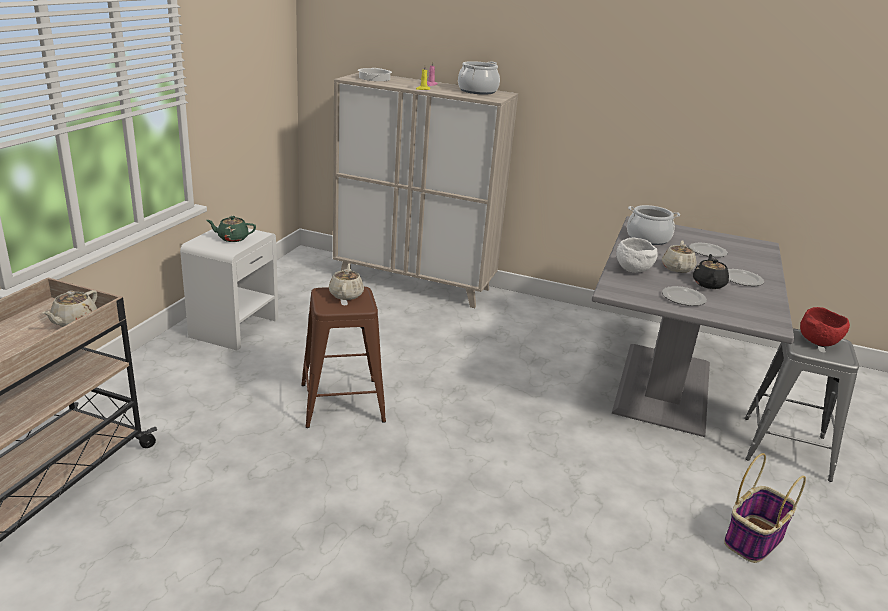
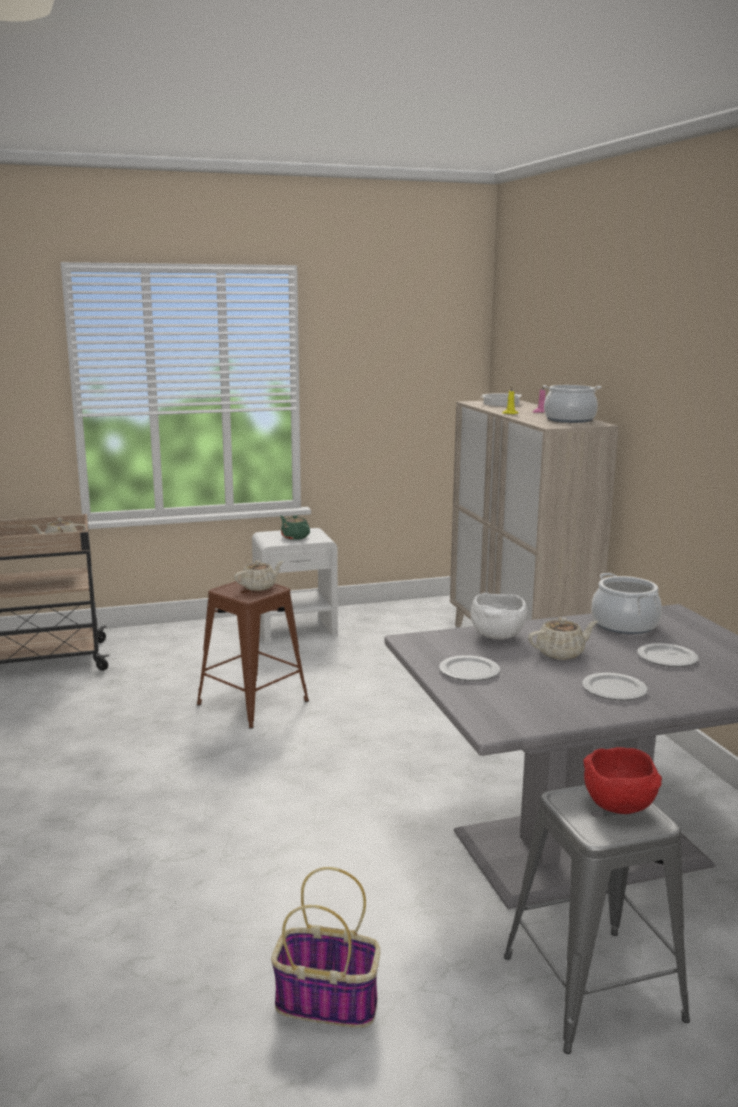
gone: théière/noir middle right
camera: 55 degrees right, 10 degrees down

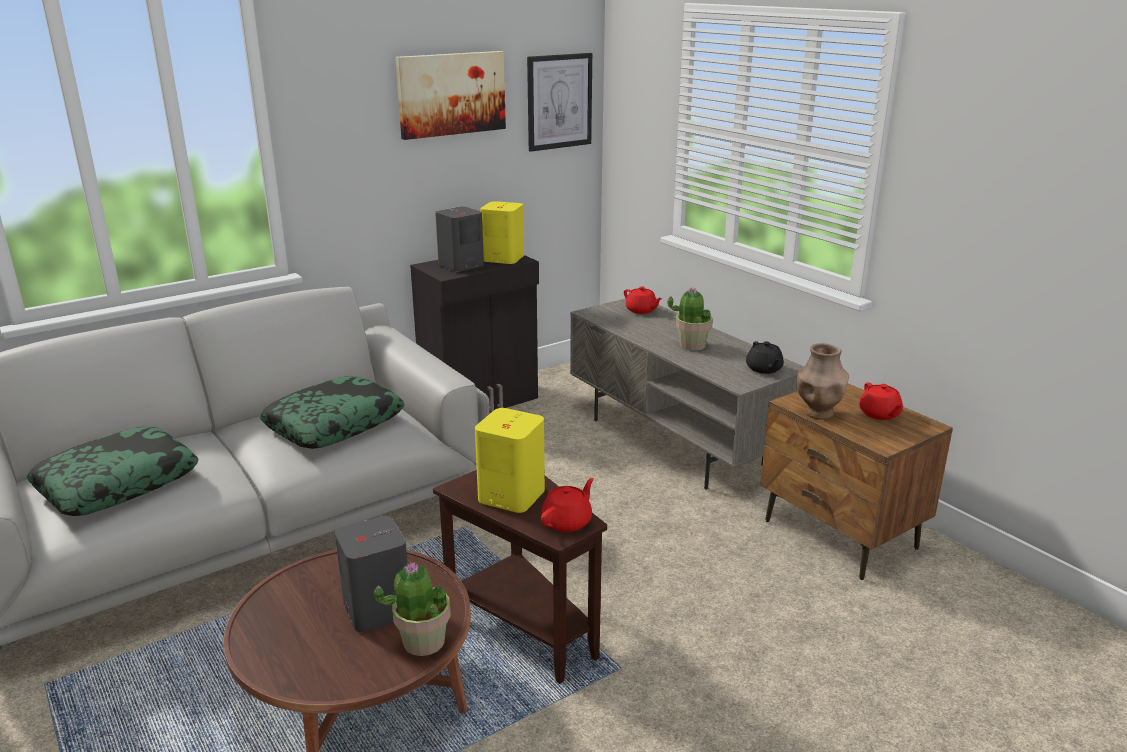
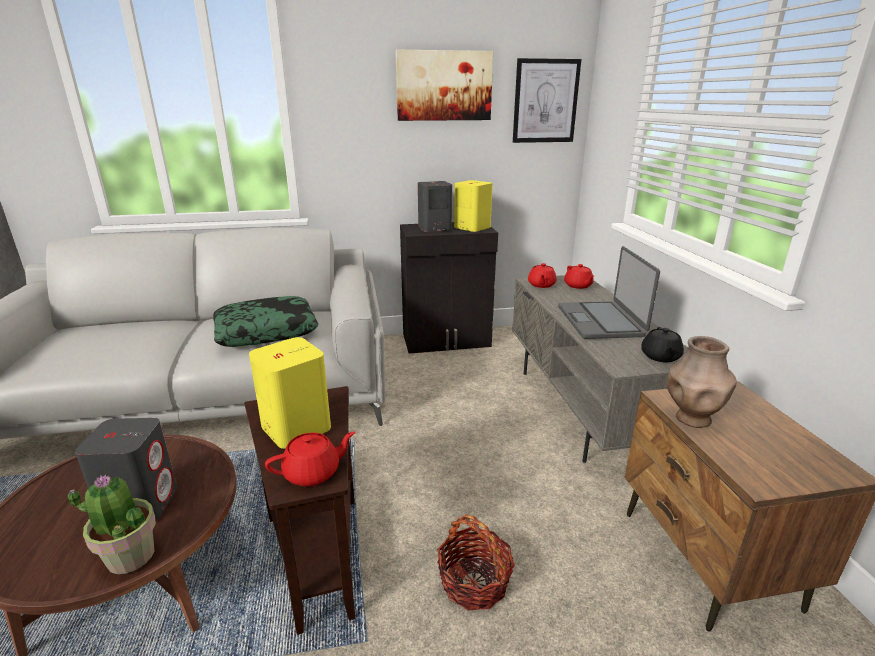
gone: coussin (no. 1 from left) middle left
new: panier bottom centre
shifted: théière/rouge (no. 3 from left in the first image) middle right to théière/rouge (no. 2 from left) centre
swapped: plante en pot (no. 2 from left) centre to ordinateur portable middle right
camera: 25 degrees right, 0 degrees up

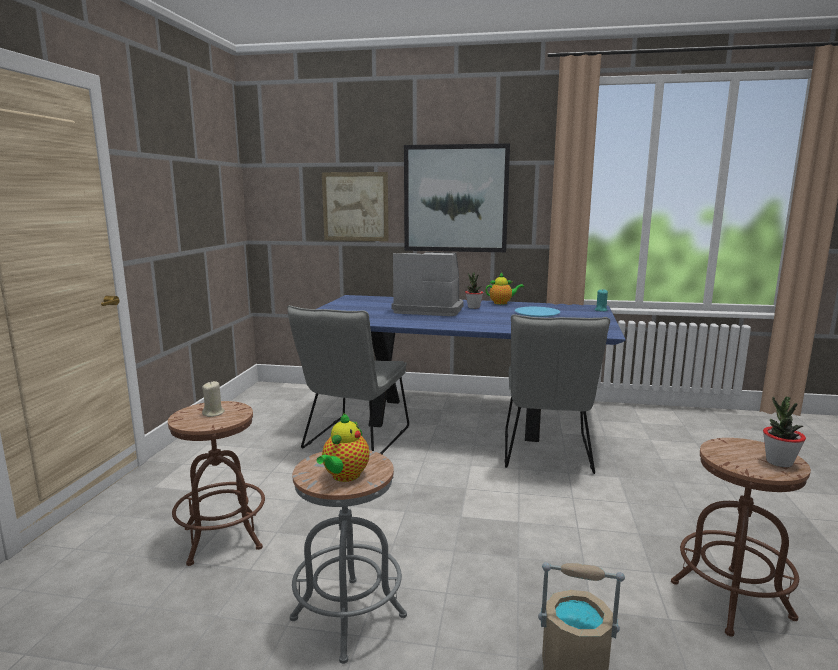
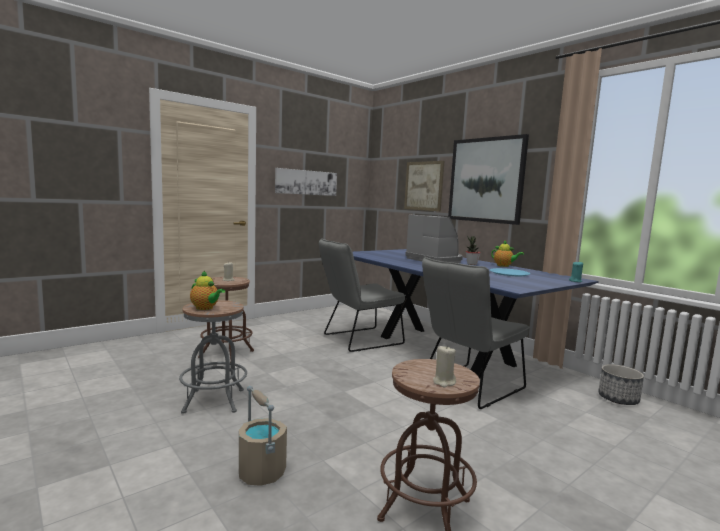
new: tableau (no. 1 from left) centre; cache-pot bottom right
swapped: plante en pot (no. 2 from left) middle right to bougie/beige (no. 2 from left) bottom centre
rotated: théière (no. 1 from left) bottom centre = middle left 120 degrees counterclockwise
camera: 40 degrees right, 5 degrees down

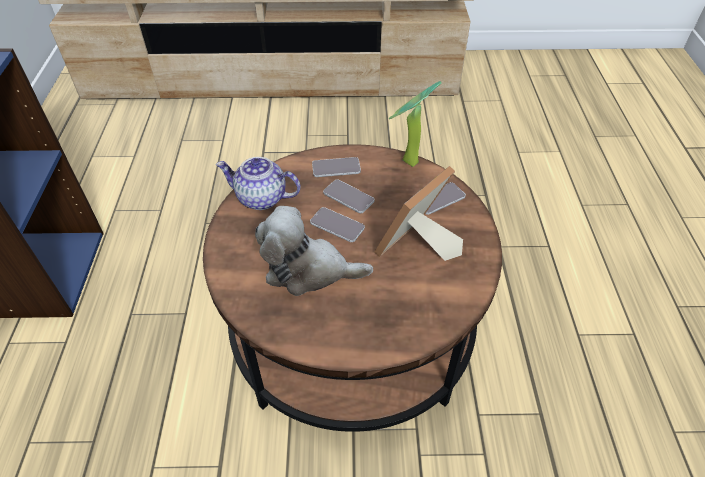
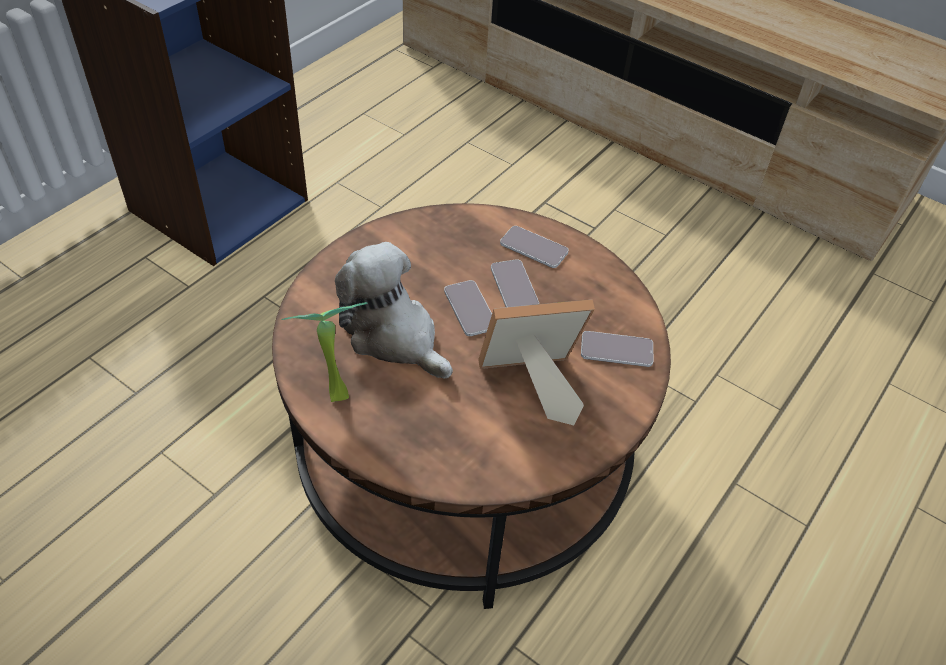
gone: théière centre
shifted: plante en pot top centre to centre
camera: 35 degrees right, 0 degrees up

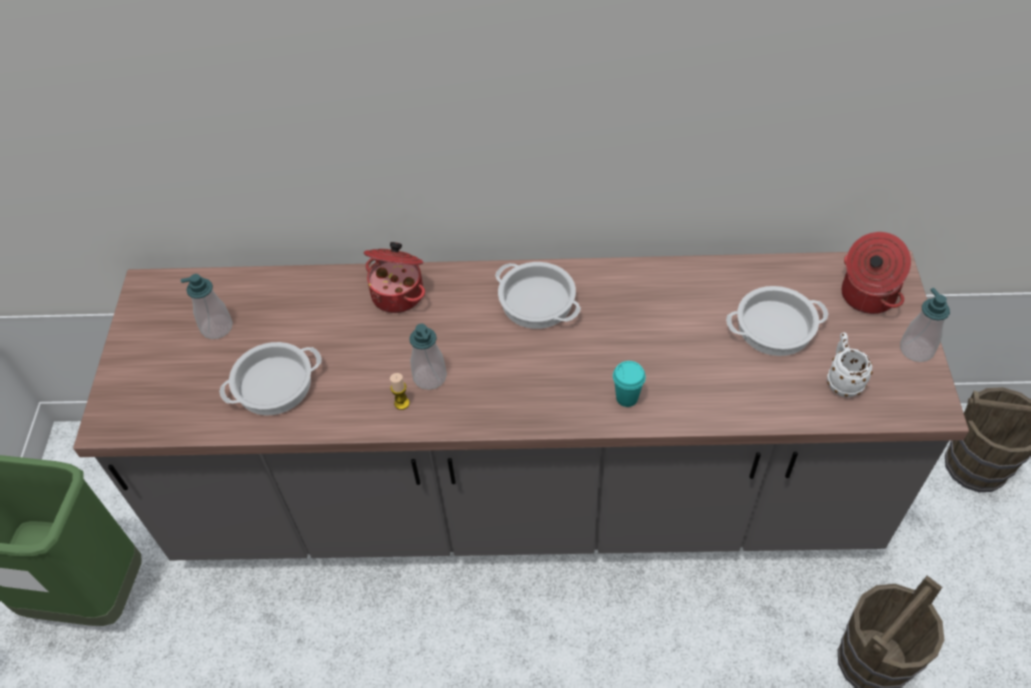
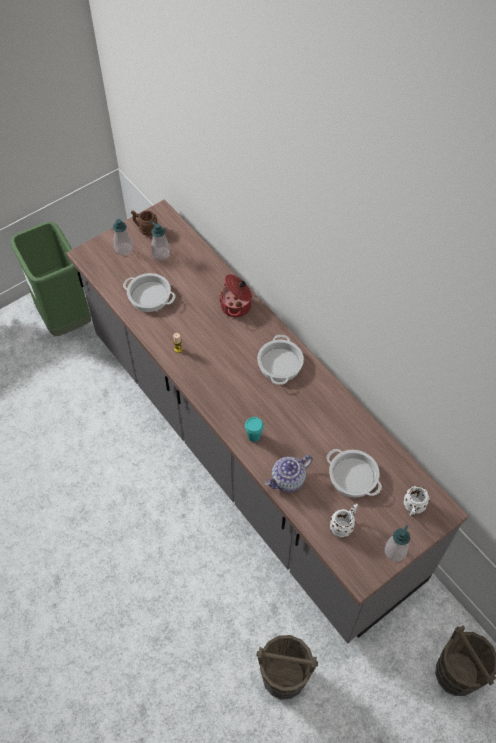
new: mug/marron top left; théière centre
shifted: distributeur de savon (no. 2 from left in the first image) centre to distributeur de savon (no. 1 from left) top left
swapped: marmite (no. 5 from left) middle right to mug/blanc (no. 2 from left) bottom right
camera: 50 degrees right, 5 degrees up

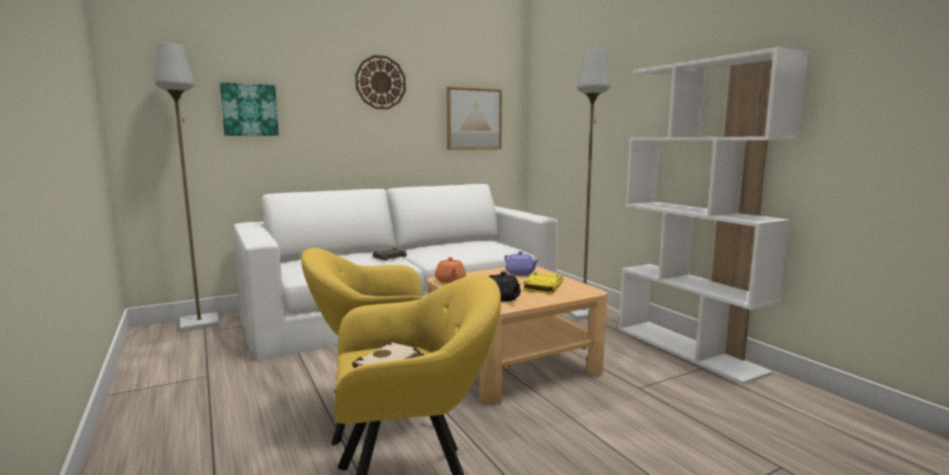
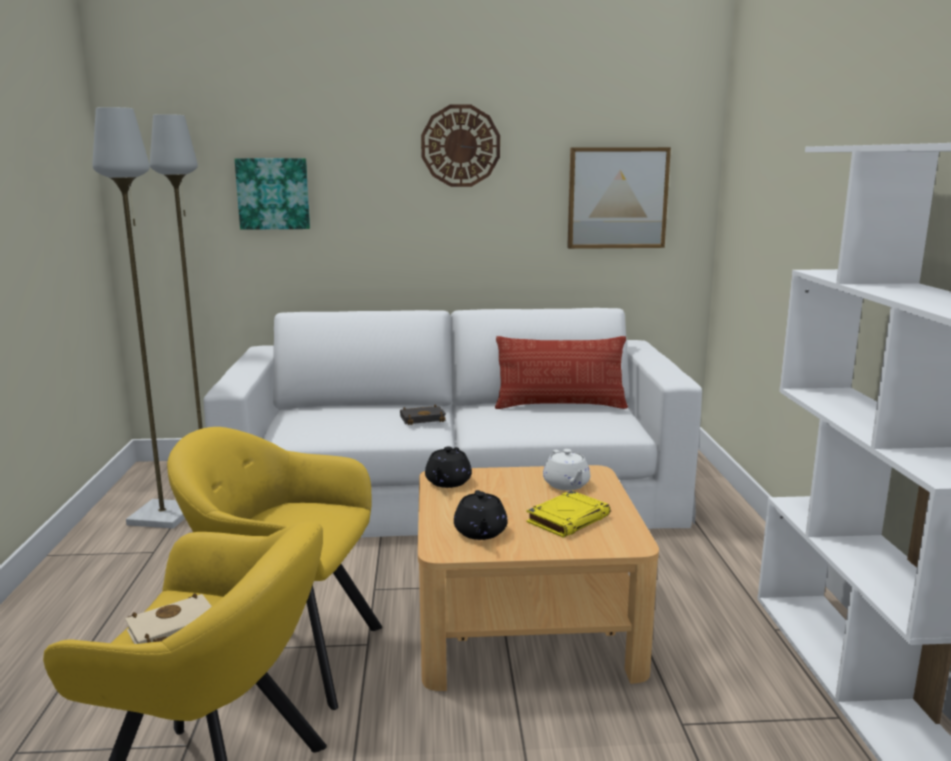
new: coussin centre
shifted: lampadaire/gris (no. 2 from left in the first image) centre to lampadaire/gris (no. 1 from left) middle left
repainted: théière/violet centre to théière/blanc centre; théière/orange centre to théière/noir (no. 1 from left) centre
camera: 25 degrees right, 5 degrees up

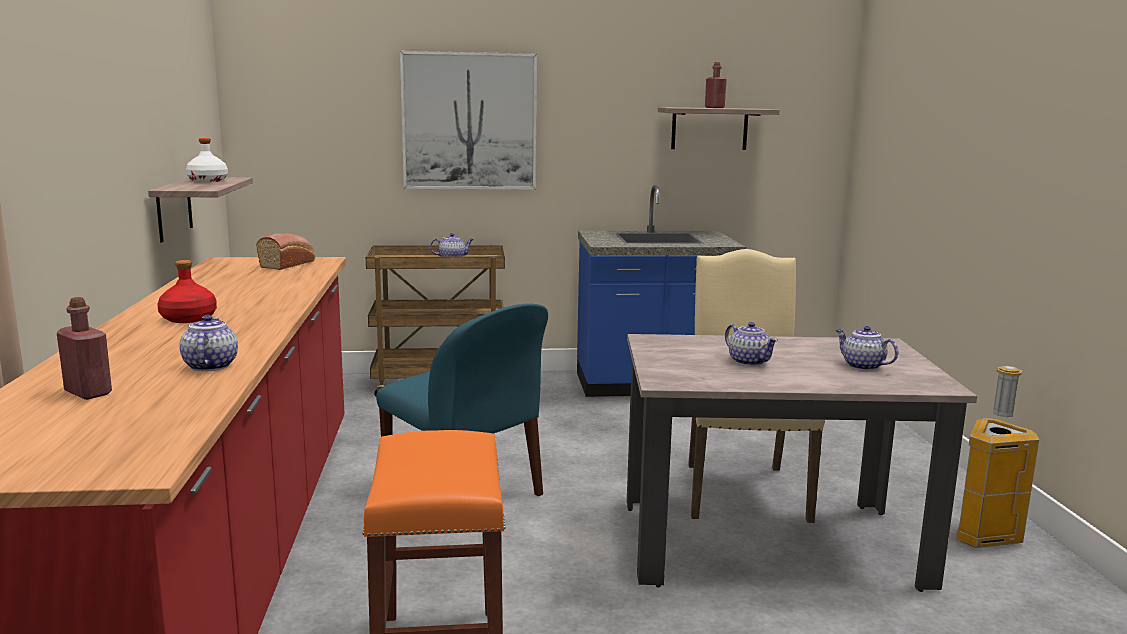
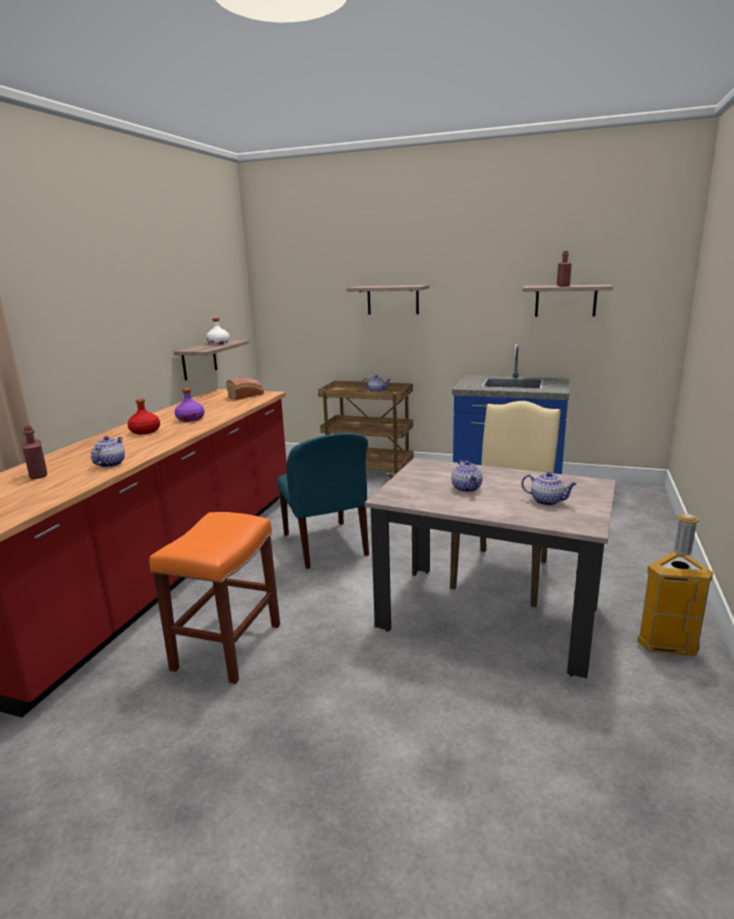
new: bouteille/violet middle left
swapped: tableau top centre to étagère (no. 2 from left) top centre
rotated: théière (no. 4 from left) middle right = middle right 135 degrees clockwise
camera: 25 degrees right, 5 degrees up

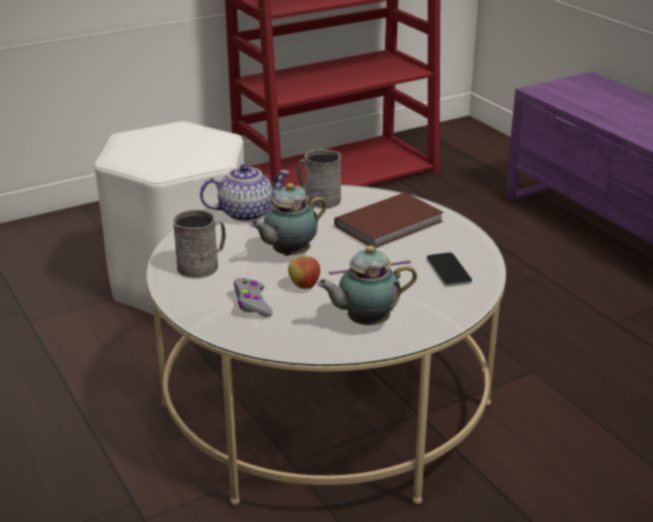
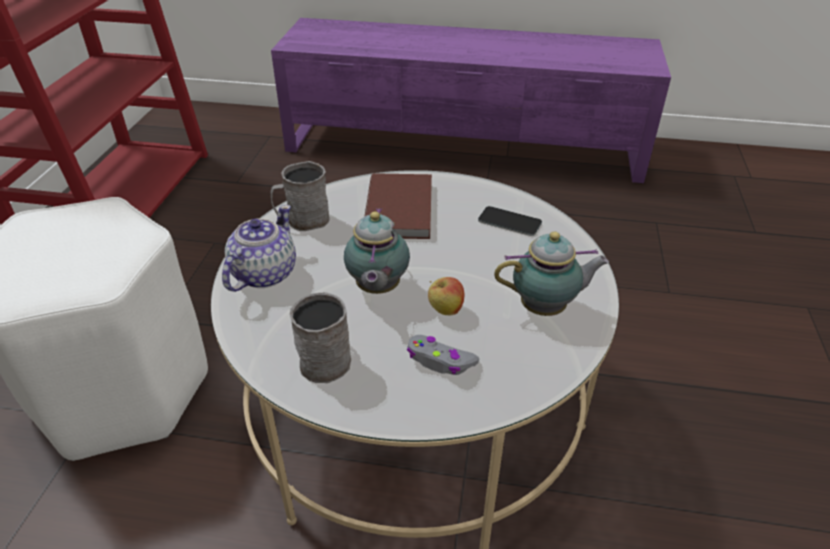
rotated: théière (no. 3 from left) centre = centre 120 degrees counterclockwise
camera: 50 degrees left, 10 degrees up

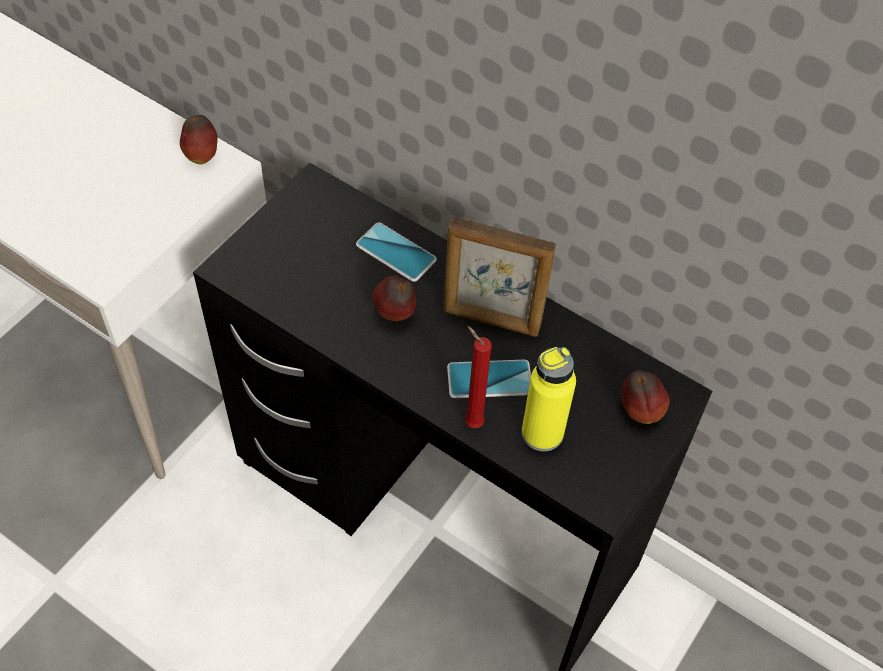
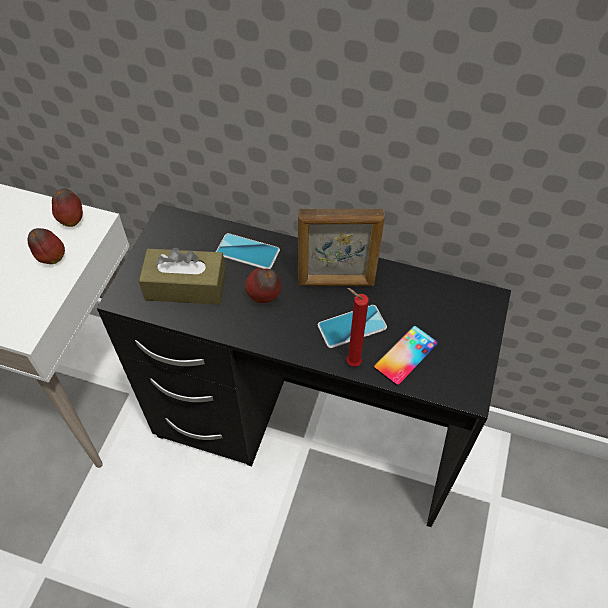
new: boîte à mouchoirs/marron middle left
shifted: pomme (no. 3 from left in the first image) middle right to pomme (no. 1 from left) middle left
swapped: bouteille/jaune centre to téléphone (no. 3 from left) middle right
camera: 15 degrees left, 0 degrees up

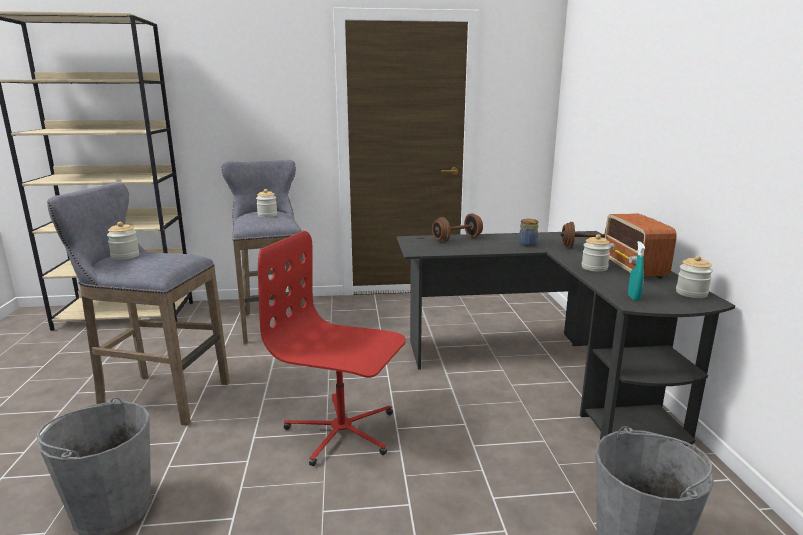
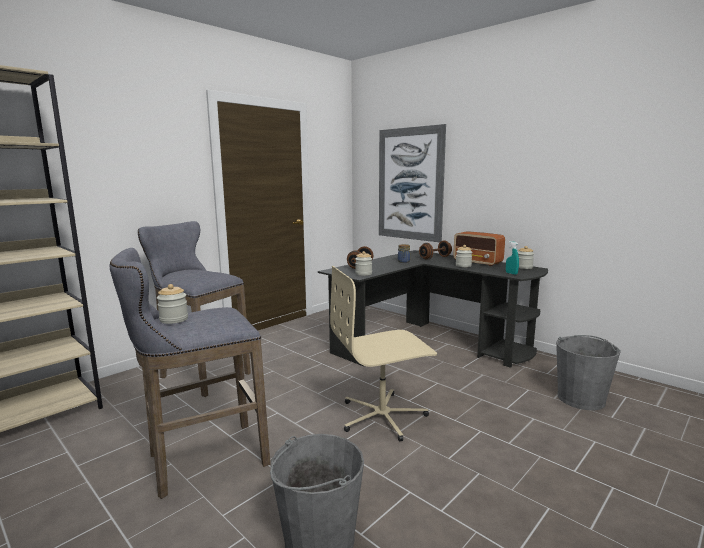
new: tableau centre
shifted: bocal (no. 2 from left) middle left to centre
repainted: chaise de bureau/rouge centre to chaise de bureau/beige centre
camera: 40 degrees left, 5 degrees down

